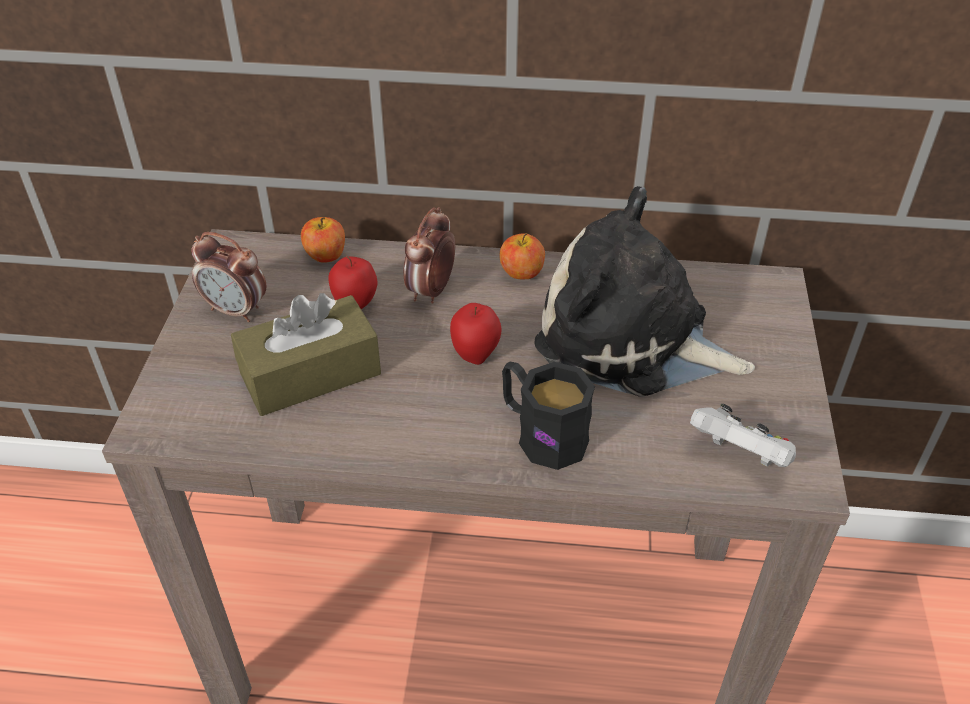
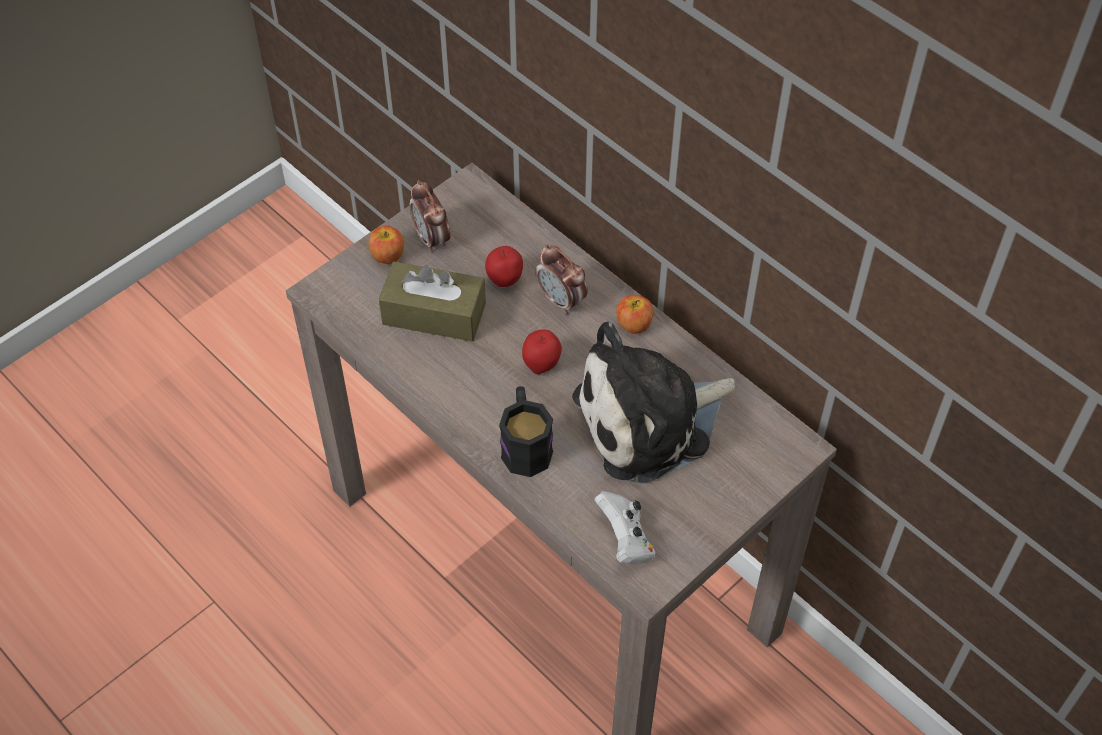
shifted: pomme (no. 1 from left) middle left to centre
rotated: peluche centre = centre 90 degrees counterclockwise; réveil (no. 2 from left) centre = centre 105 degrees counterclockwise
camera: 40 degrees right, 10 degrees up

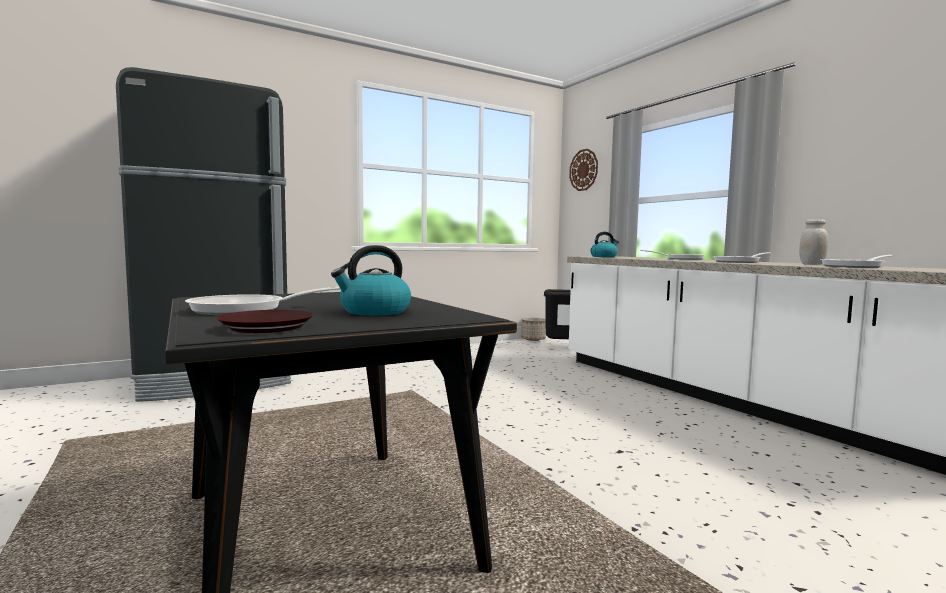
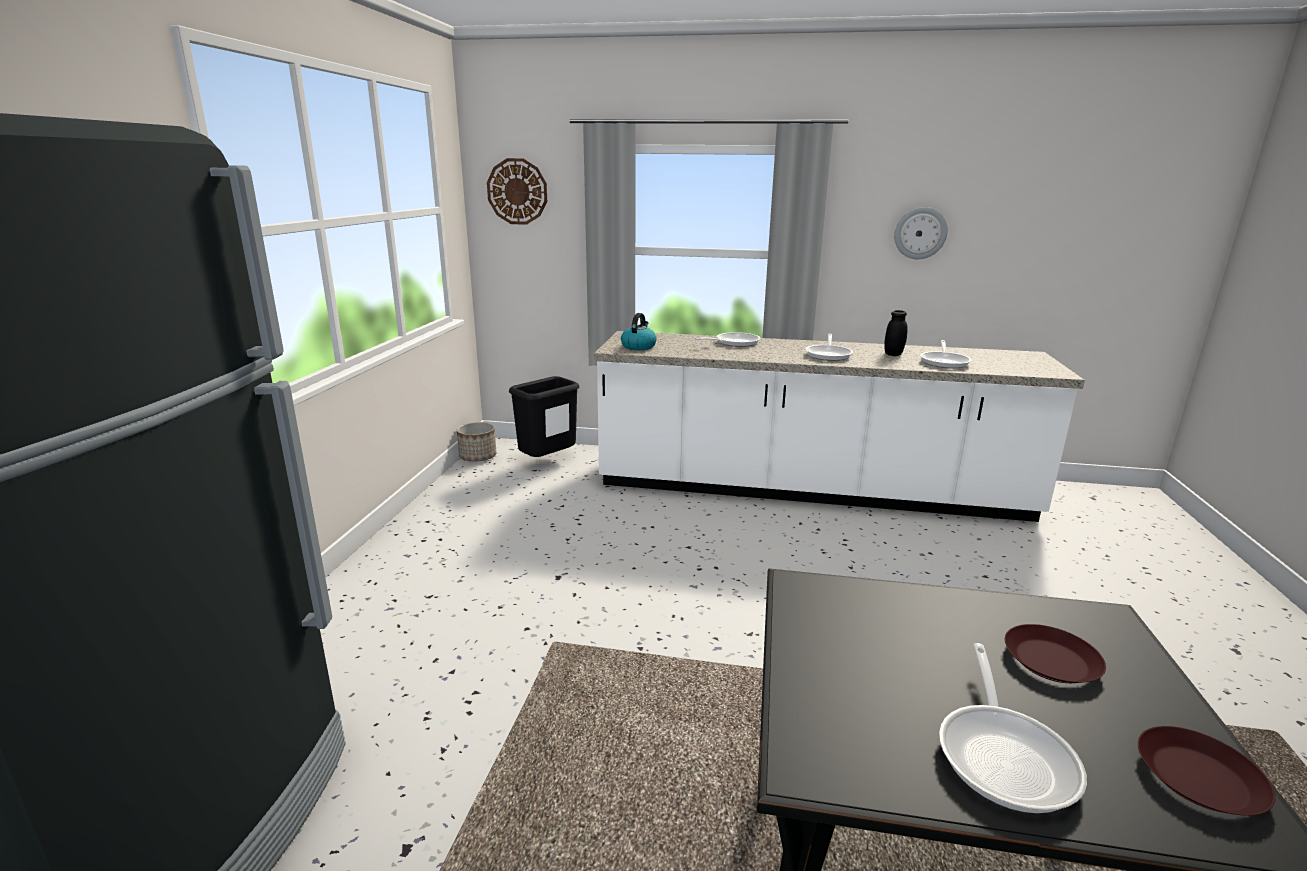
new: horloge murale (no. 2 from left) top right
swapped: bouilloire (no. 1 from left) centre to assiette/marron (no. 1 from left) bottom right
repainted: bocal/blanc middle right to bocal/noir middle right
camera: 50 degrees left, 15 degrees up

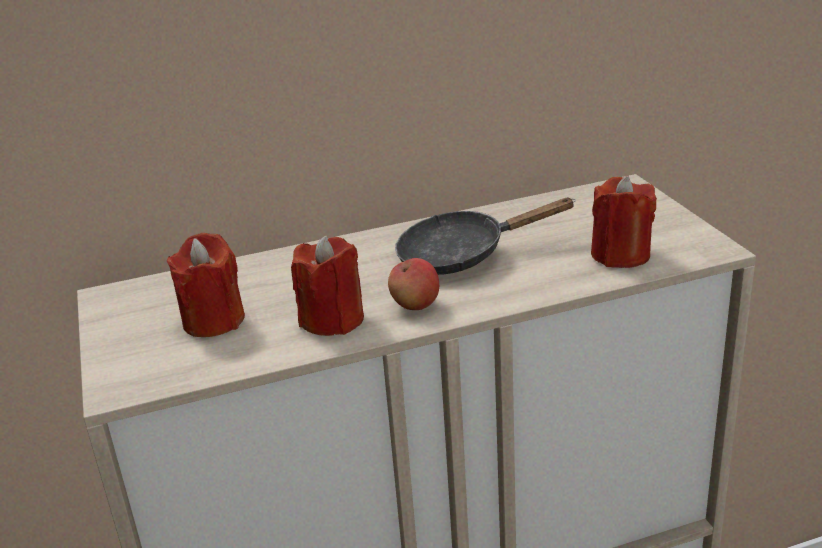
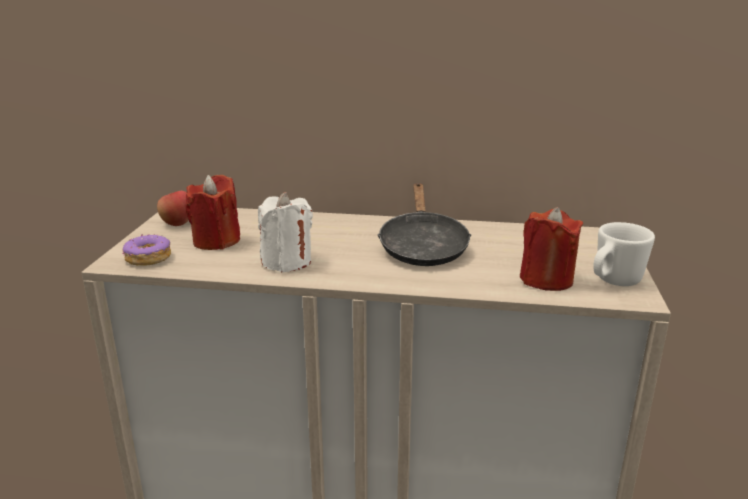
new: mug/blanc middle right; beignet middle left
shifted: pomme centre to middle left
repainted: bougie/rouge (no. 2 from left) centre to bougie/blanc centre
rotated: poêle/noir centre = centre 105 degrees counterclockwise
camera: 25 degrees right, 5 degrees down

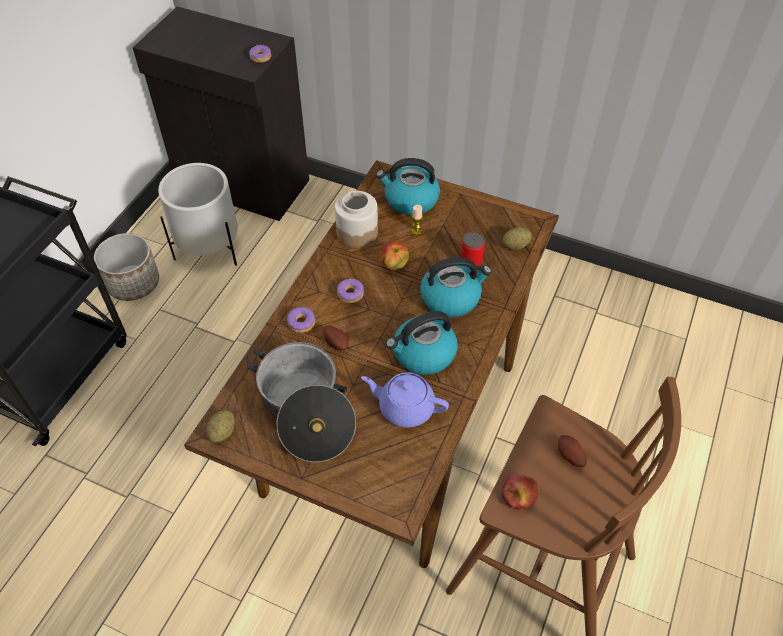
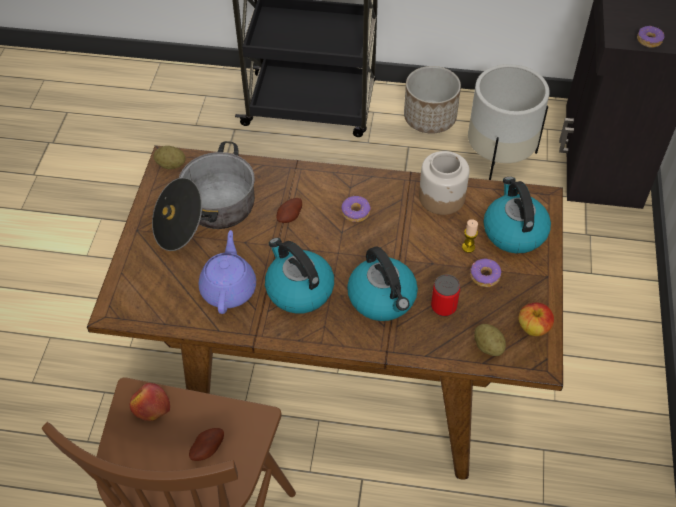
shifted: pomme (no. 1 from left in the first image) centre to pomme (no. 2 from left) middle right; beignet (no. 2 from left) centre to middle right
camera: 75 degrees right, 0 degrees up

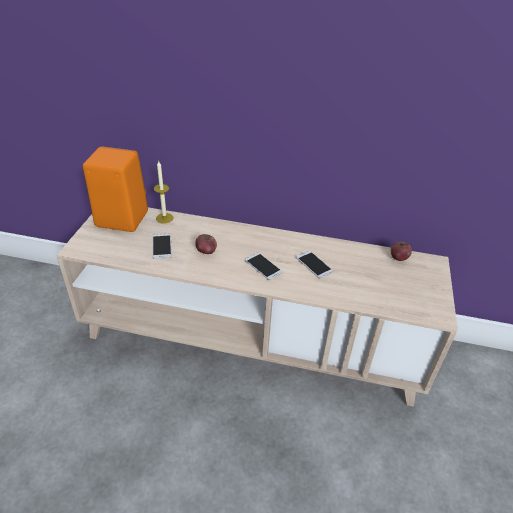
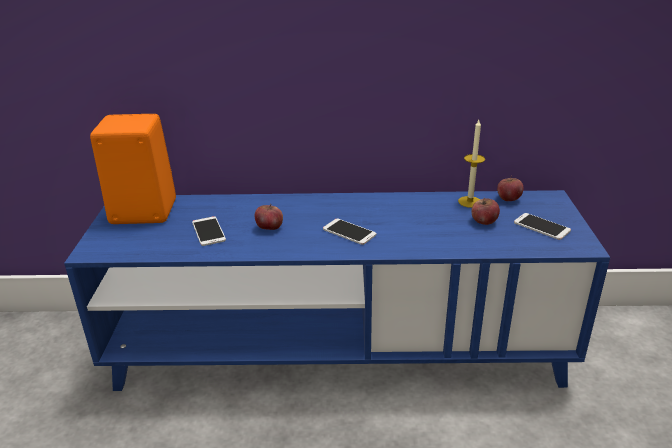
new: pomme (no. 2 from left) middle right
shifted: bougie middle left to middle right; téléphone (no. 3 from left) centre to middle right
repainted: meuble télé/beige centre to meuble télé/bleu centre
camera: 10 degrees left, 10 degrees down

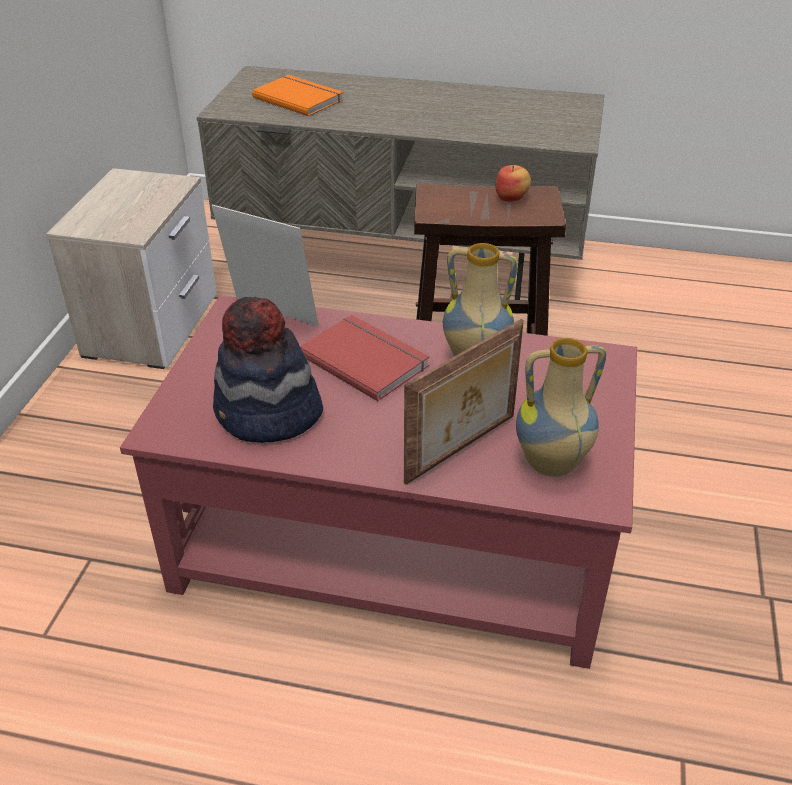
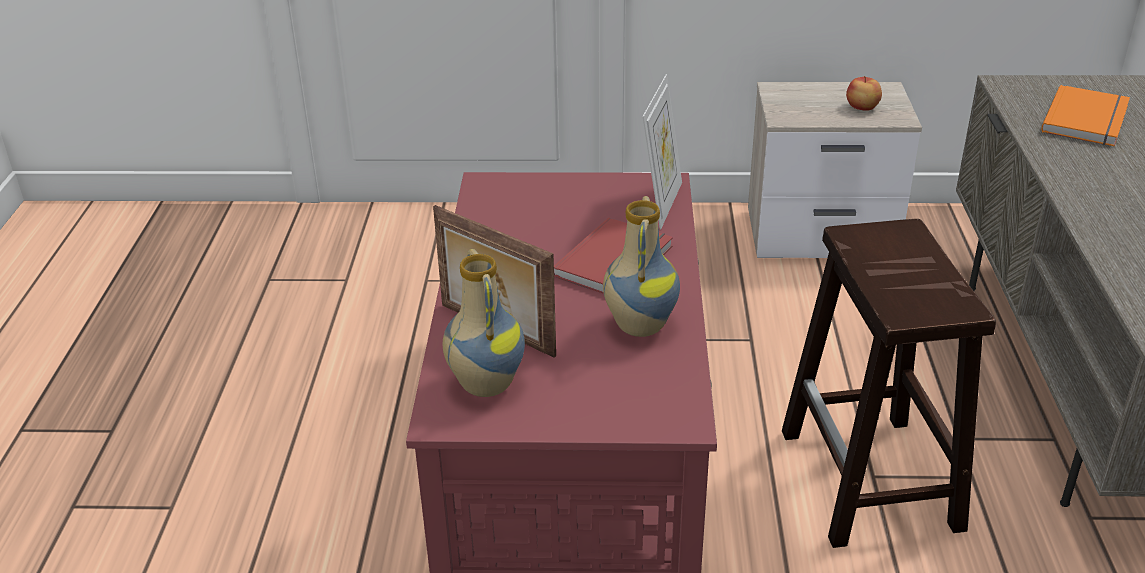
gone: chapeau centre
shifted: pomme top centre to top right
camera: 80 degrees right, 5 degrees down

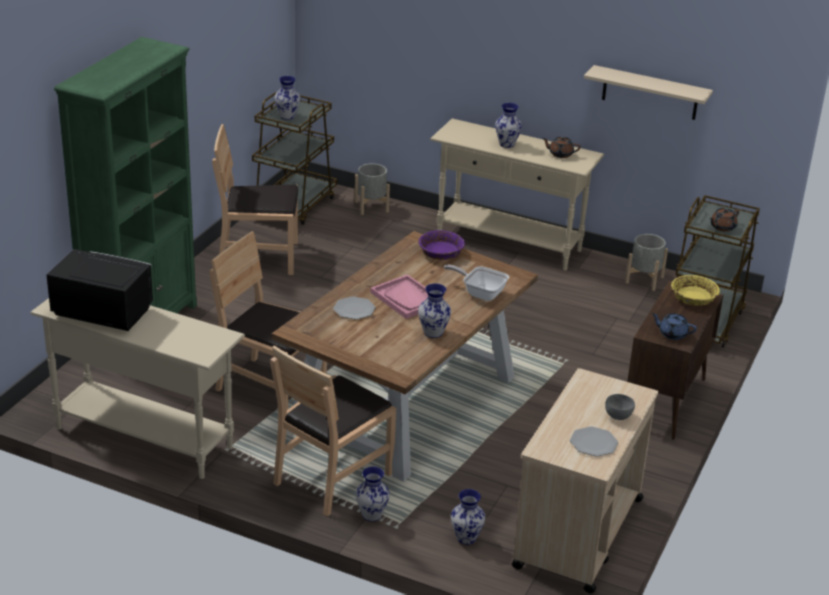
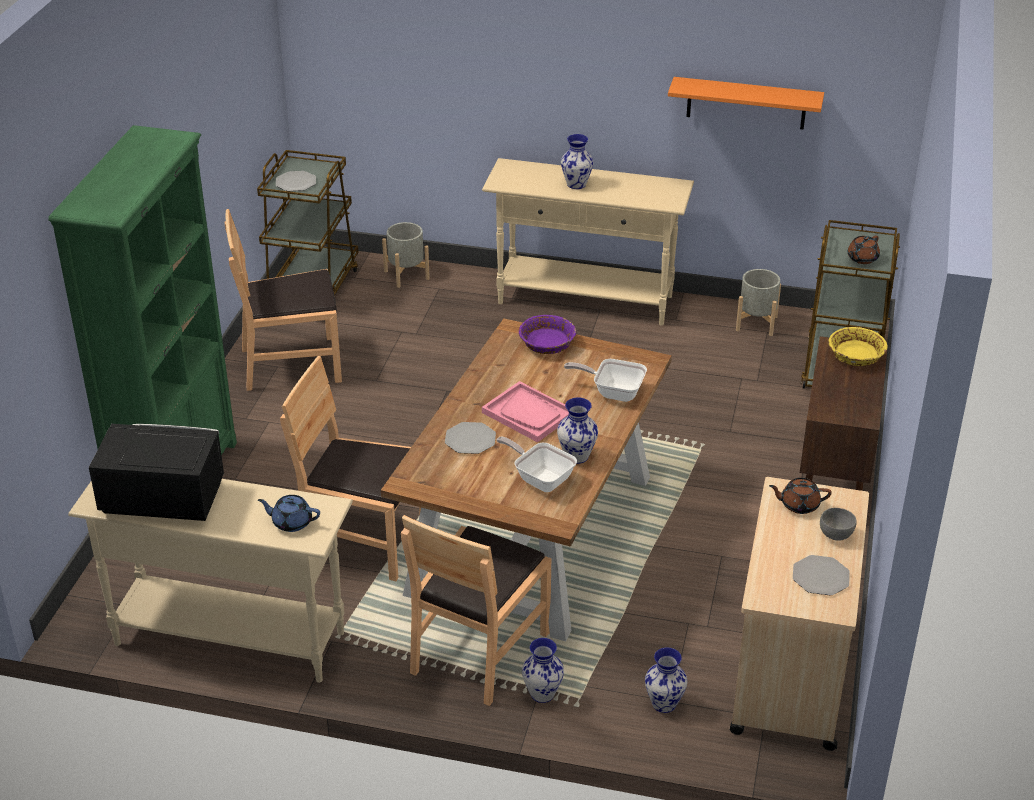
new: poêle (no. 1 from left) centre
shifted: théière/marron (no. 1 from left) top right to middle right; théière/bleu middle right to middle left
swapped: vase (no. 1 from left) top centre to assiette (no. 1 from left) top left
repainted: étagère/beige top right to étagère/orange top right
camera: 10 degrees left, 5 degrees up

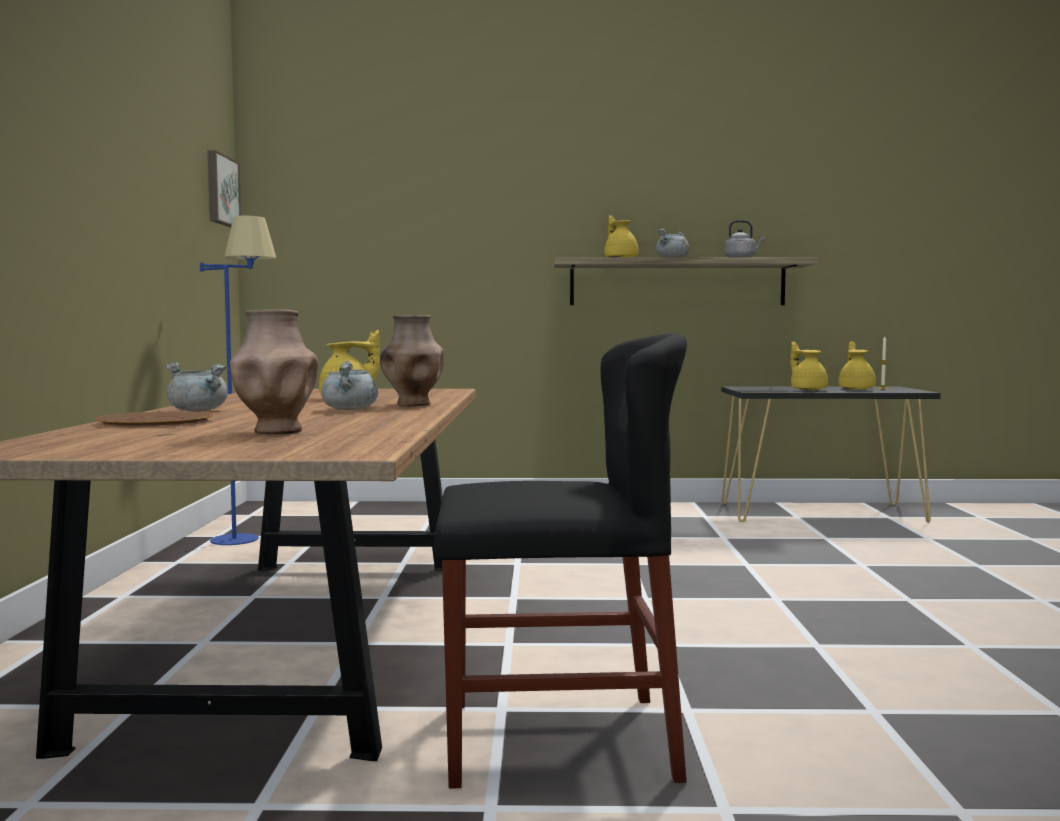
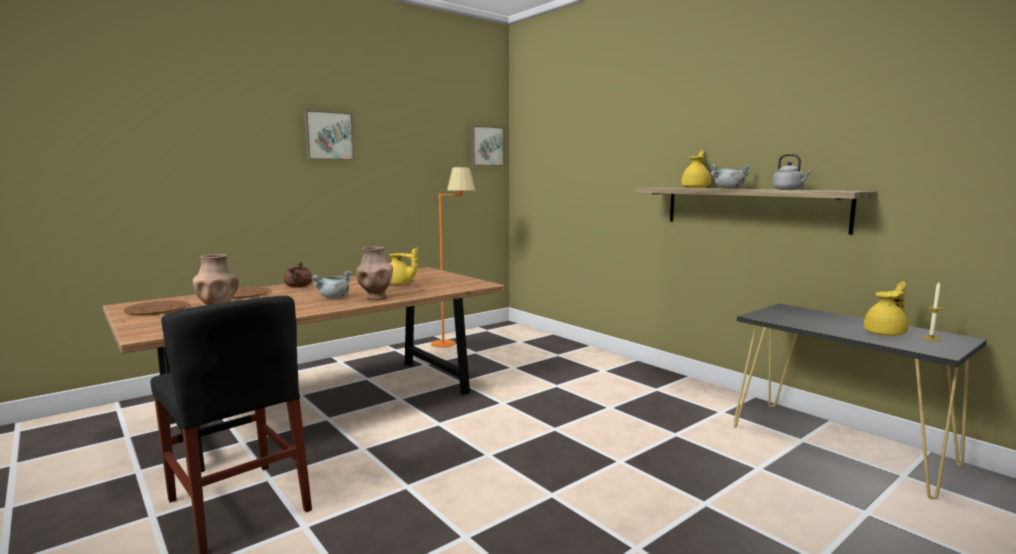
gone: théière/jaune (no. 3 from left) middle right
new: tableau (no. 1 from left) top left; assiette/marron (no. 1 from left) middle left
repainted: lampadaire/bleu middle left to lampadaire/orange centre; marmite/gris (no. 1 from left) middle left to marmite/marron middle left
camera: 50 degrees right, 5 degrees up

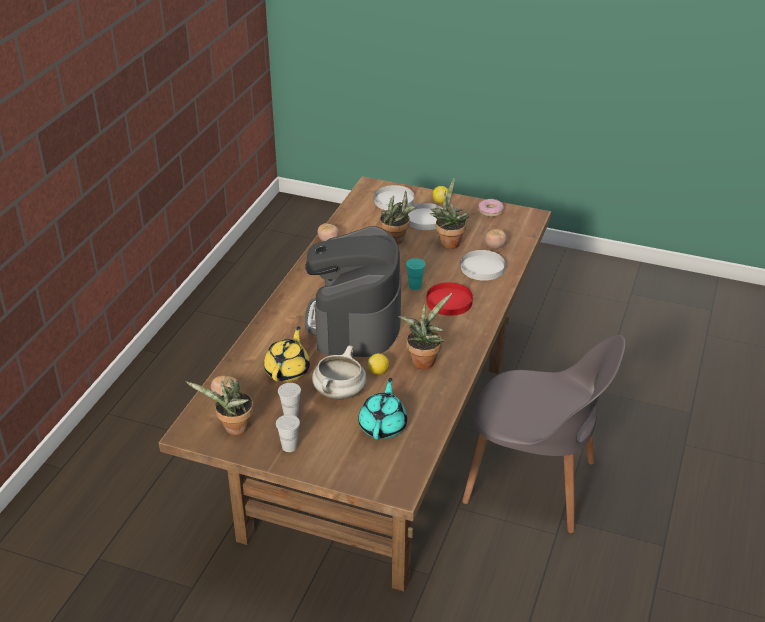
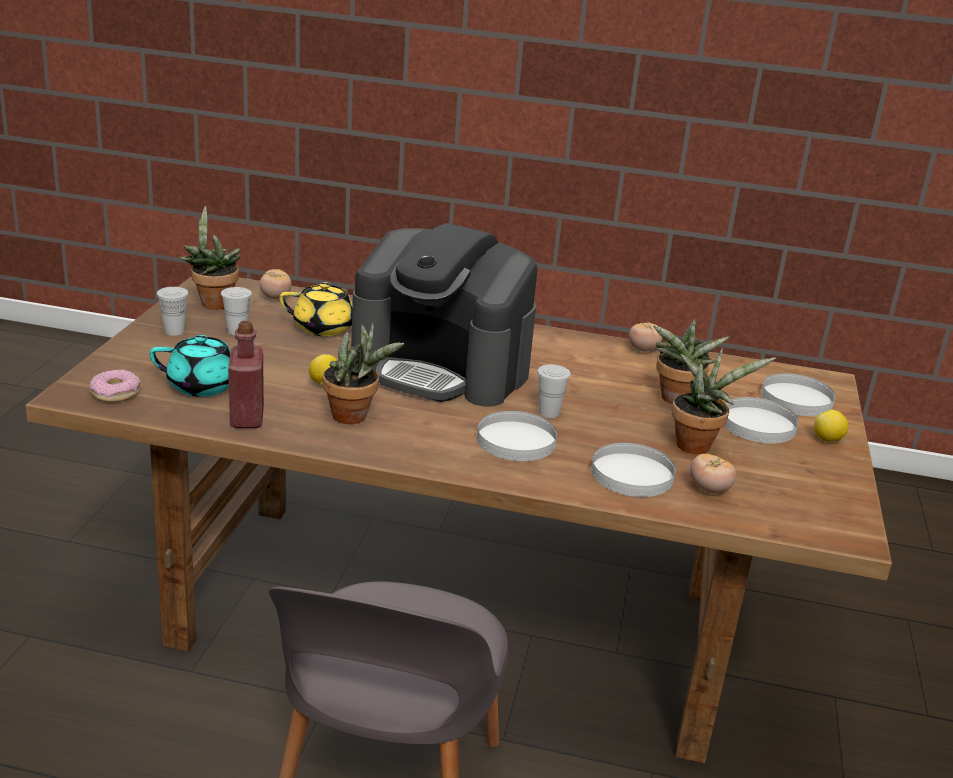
gone: marmite/blanc centre
new: bouteille/rouge middle left
shifted: beignet centre to middle left
repainted: tasse/turquoise centre to tasse/blanc (no. 3 from left) centre; assiette/rouge centre to assiette/blanc (no. 1 from left) centre
rotated: machine à café centre = centre 150 degrees counterclockwise
camera: 80 degrees right, 10 degrees down

